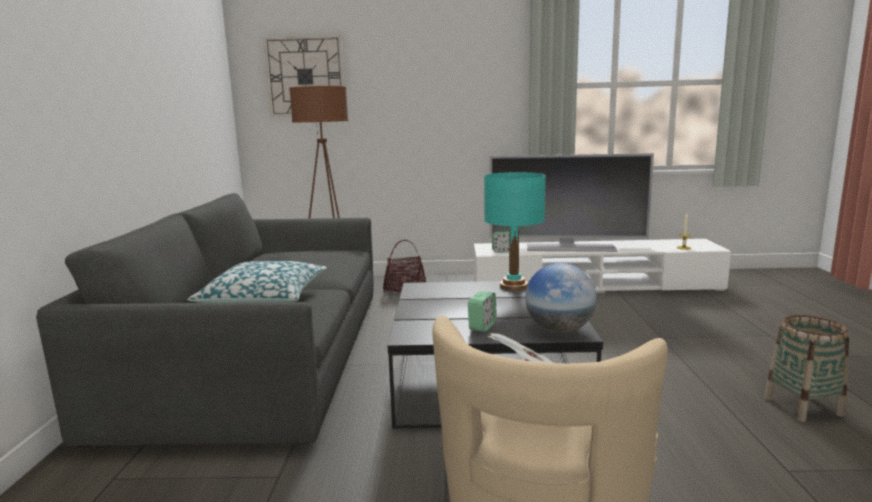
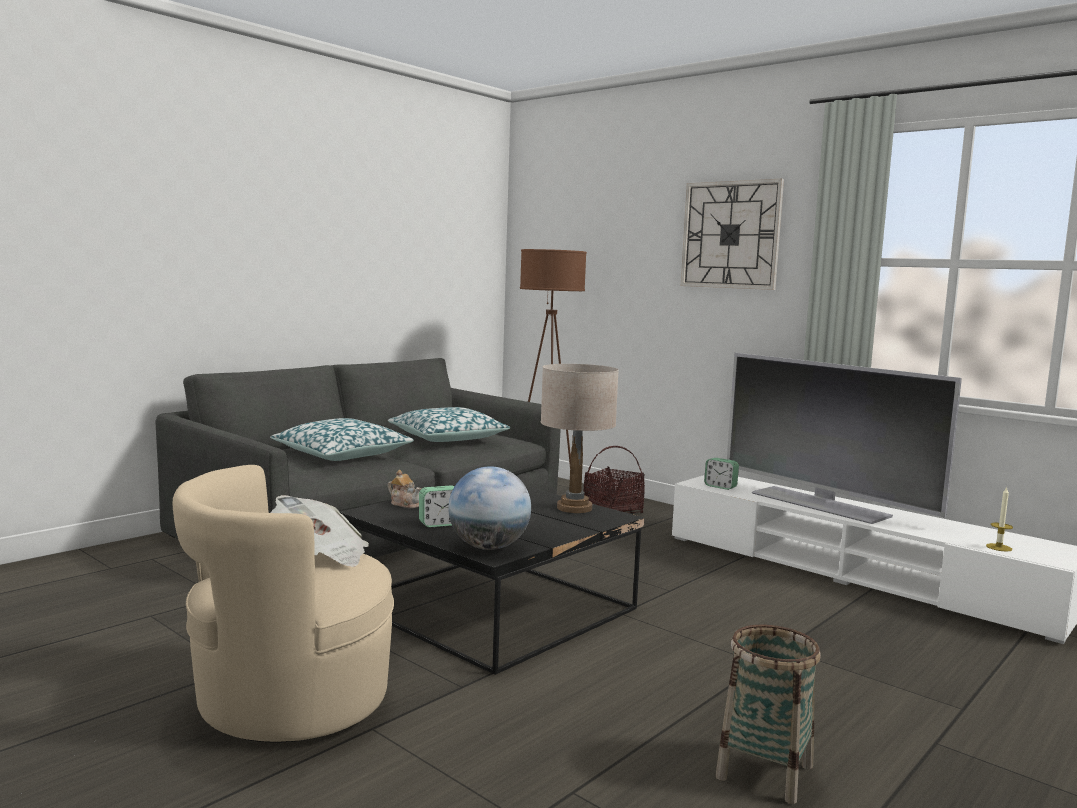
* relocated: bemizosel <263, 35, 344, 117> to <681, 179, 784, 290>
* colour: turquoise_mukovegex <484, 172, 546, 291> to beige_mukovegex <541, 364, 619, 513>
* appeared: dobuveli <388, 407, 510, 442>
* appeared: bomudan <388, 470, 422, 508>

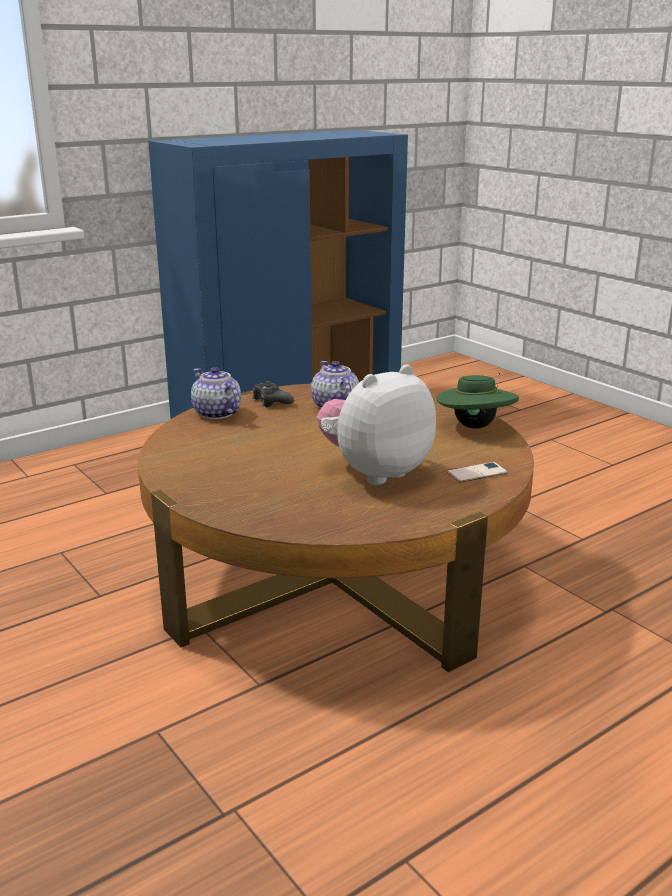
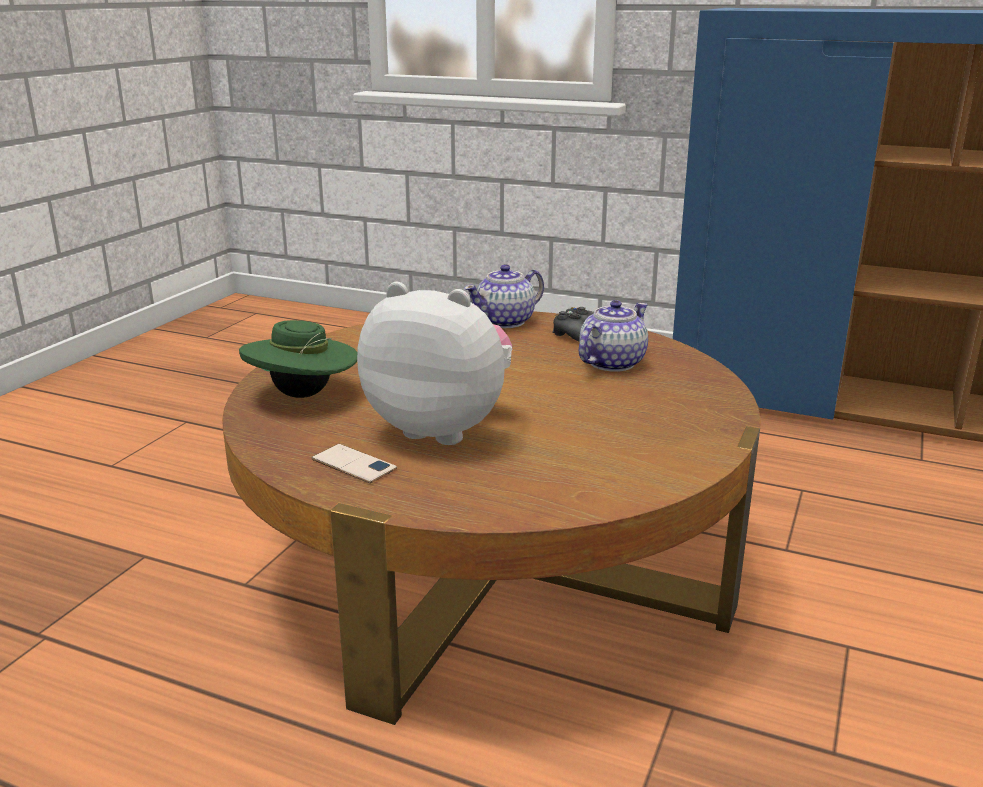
* spun: bomudan <191, 367, 241, 419> = <464, 264, 544, 328> 150 degrees counterclockwise
* relocated: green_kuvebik <436, 372, 519, 429> to <239, 320, 357, 398>
* relocated: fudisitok <447, 462, 508, 482> to <312, 444, 397, 483>

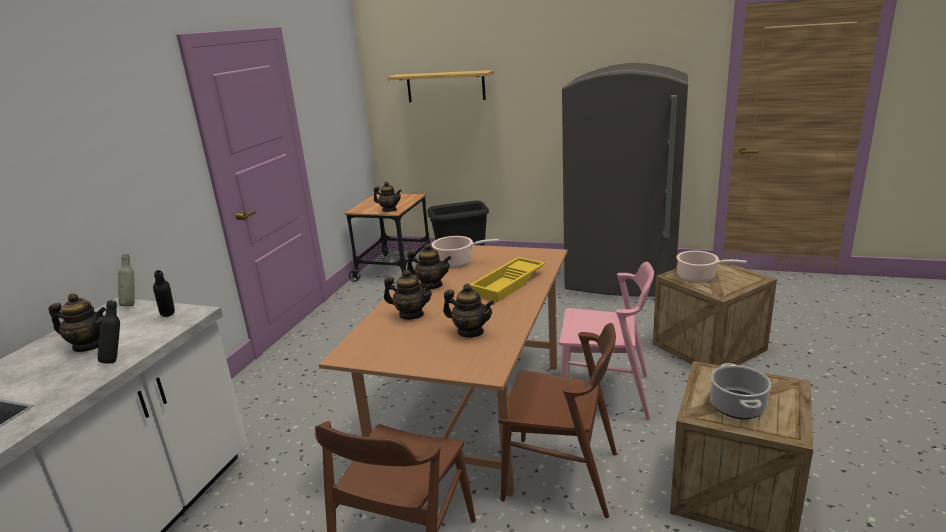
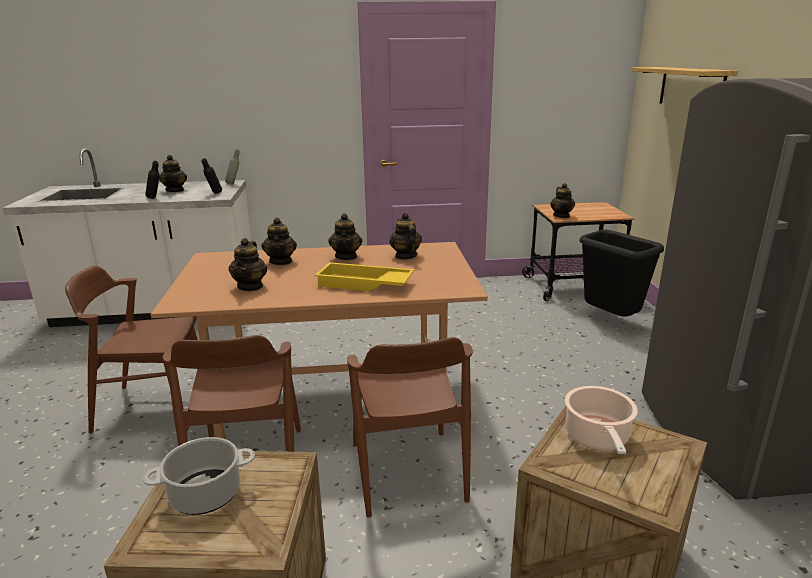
* exchanged: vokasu <431, 236, 499, 269> to bomudan <389, 213, 422, 259>
* colour: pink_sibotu <559, 262, 654, 420> to brown_sibotu <347, 337, 473, 518>

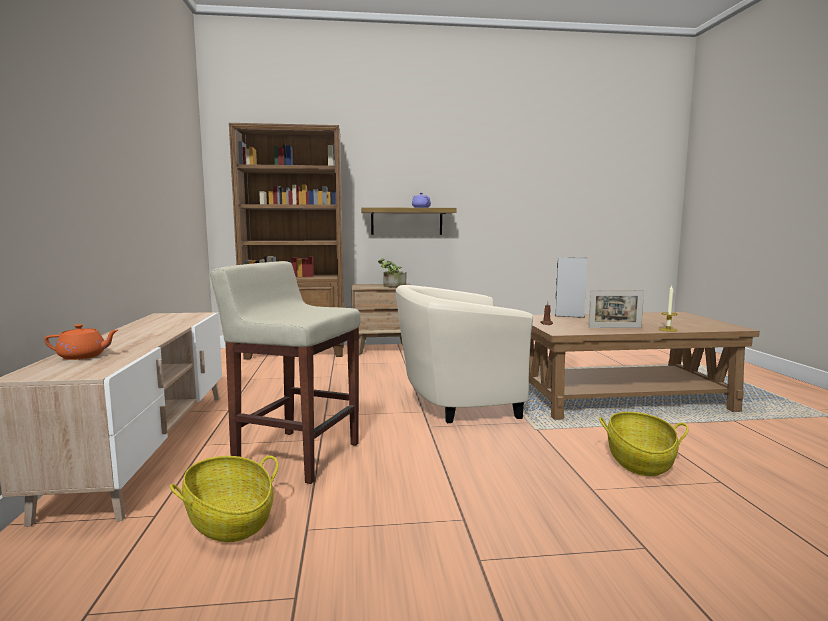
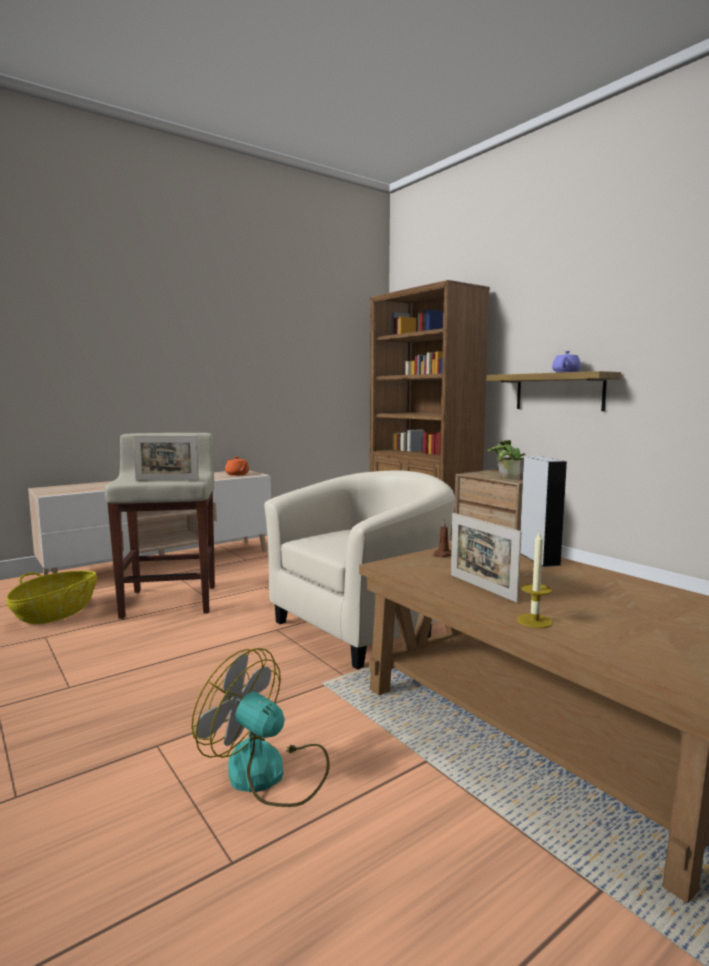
* spun: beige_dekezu <396, 285, 533, 423> = <264, 470, 455, 670> 90 degrees clockwise
* relocated: orange_bomudan <44, 324, 118, 360> to <225, 456, 249, 476>
* exchanged: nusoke <599, 412, 689, 476> to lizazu <191, 648, 330, 807>
* appeared: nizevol <133, 436, 199, 481>

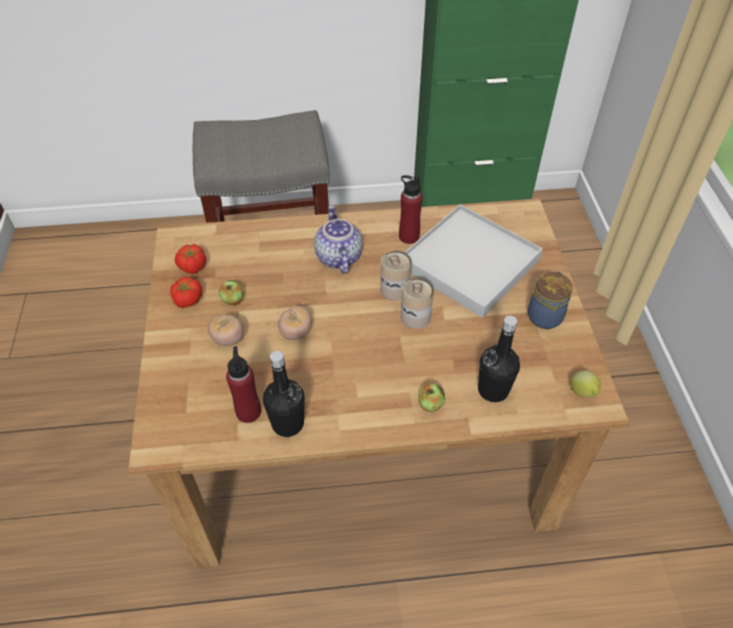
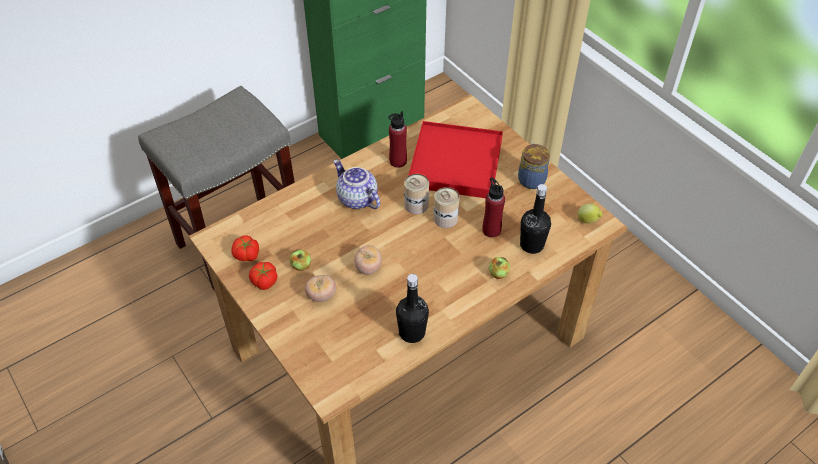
* colour: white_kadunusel <404, 204, 543, 318> to red_kadunusel <408, 121, 503, 198>
* relocated: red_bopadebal <226, 346, 261, 423> to <483, 177, 505, 238>

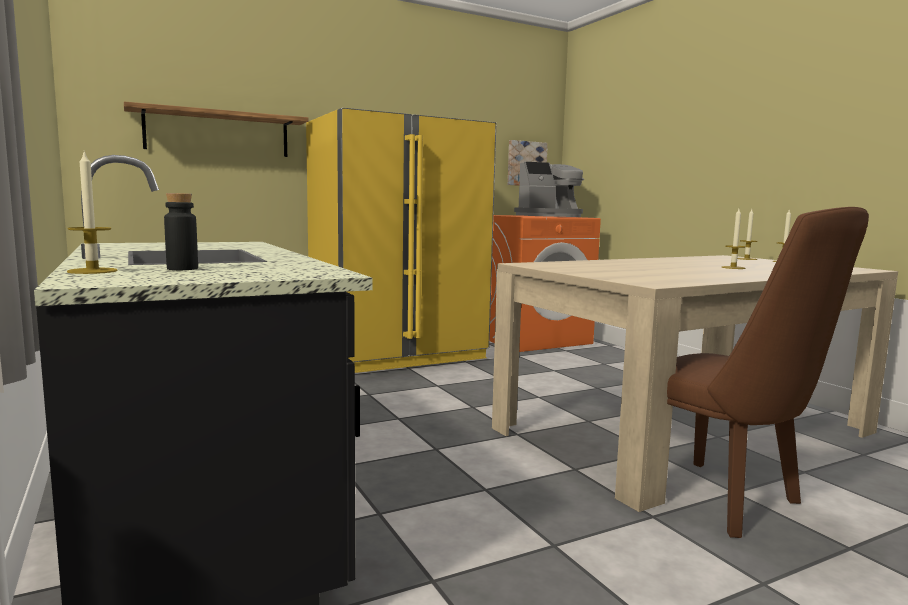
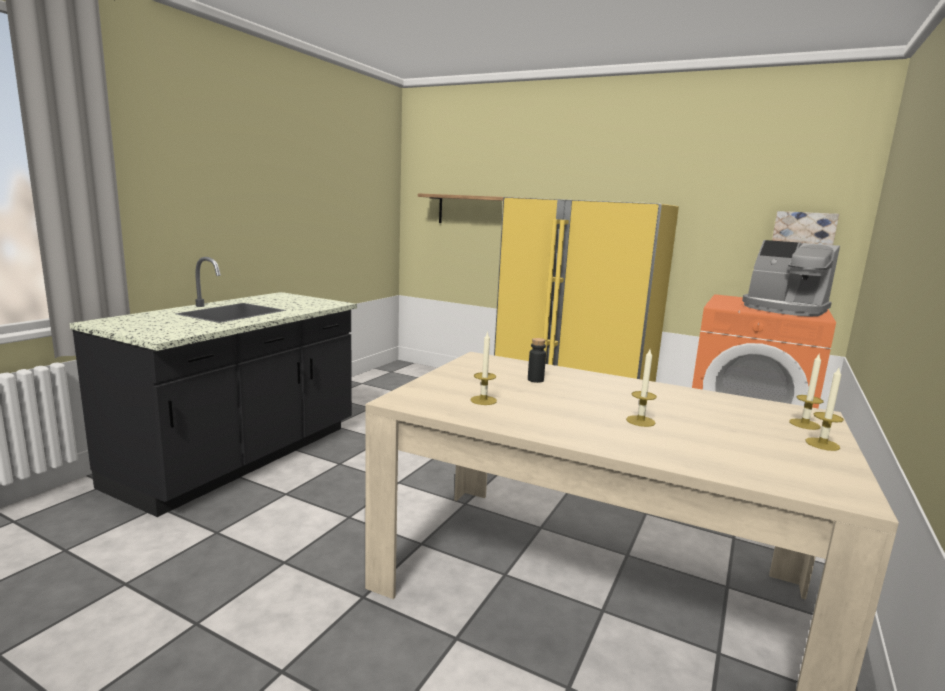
* relocated: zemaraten <67, 151, 118, 274> to <471, 331, 497, 405>
* relocated: black_bopadebal <164, 193, 198, 270> to <528, 338, 546, 383>
* missing: brown_sibotu <667, 207, 869, 538>

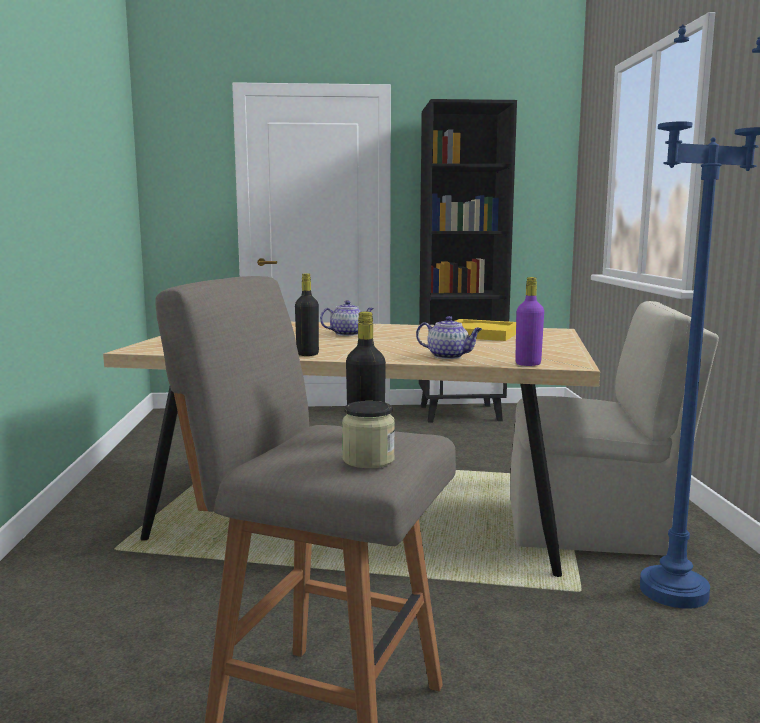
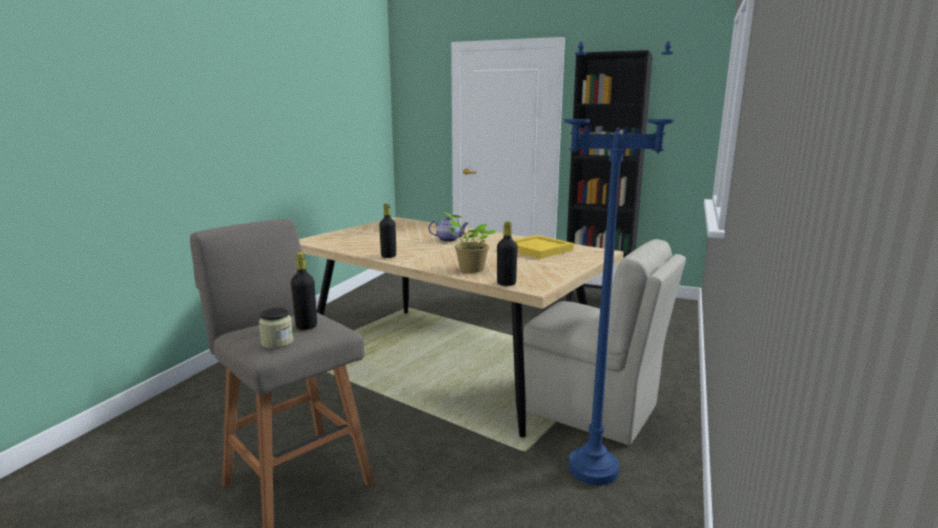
* colour: purple_bopadebal <515, 277, 544, 366> to black_bopadebal <497, 222, 518, 286>
* exchanged: bomudan <416, 316, 482, 359> to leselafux <444, 212, 496, 273>

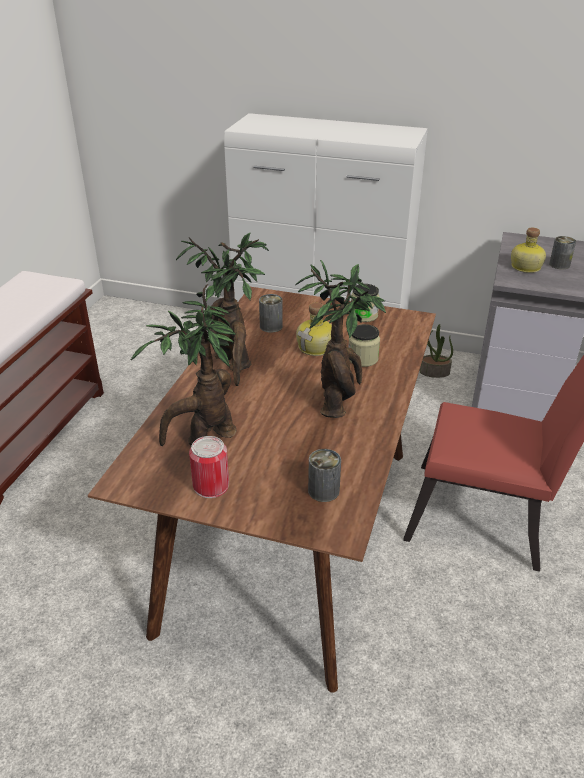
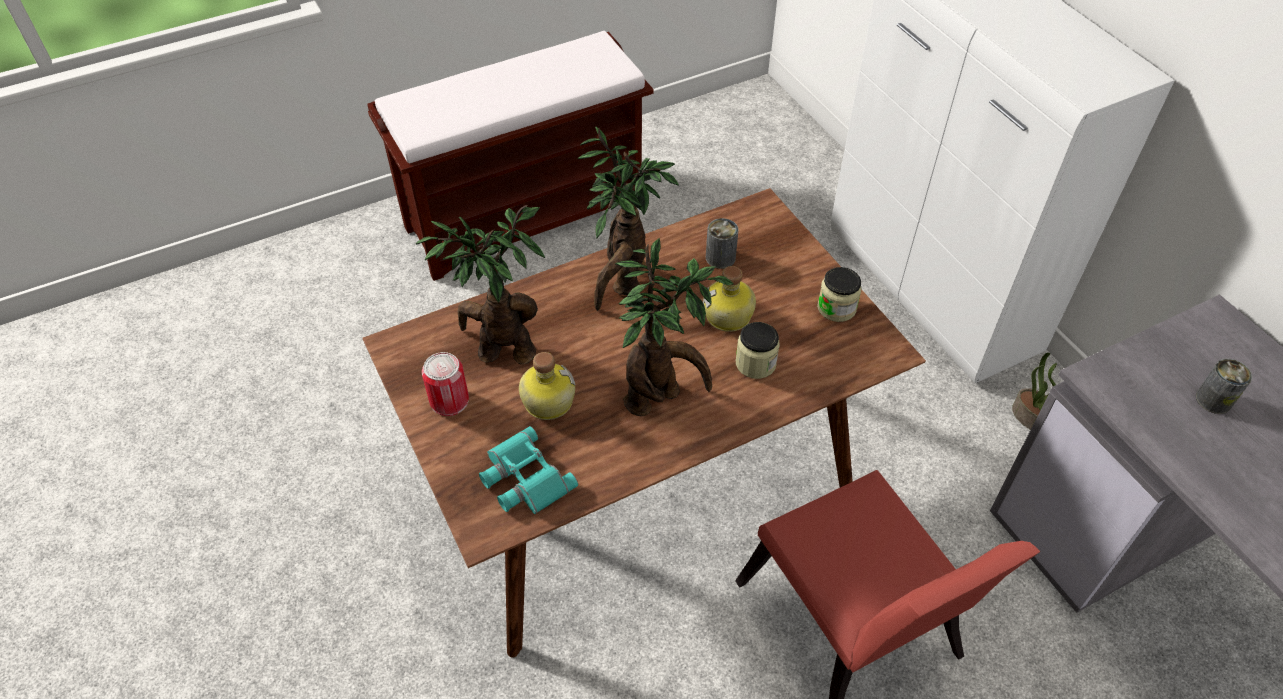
* relocated: bopadebal <511, 228, 546, 273> to <519, 352, 576, 420>
* exchanged: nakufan <308, 449, 341, 502> to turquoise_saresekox <479, 426, 578, 514>

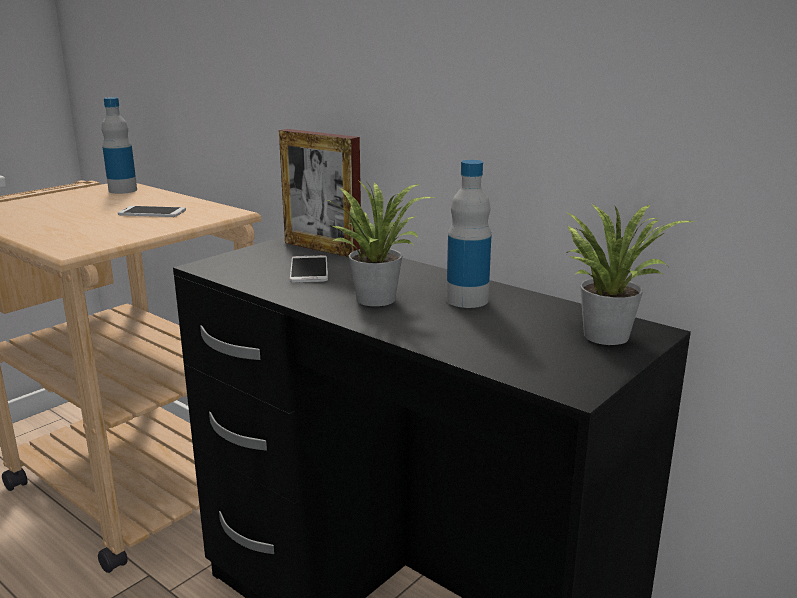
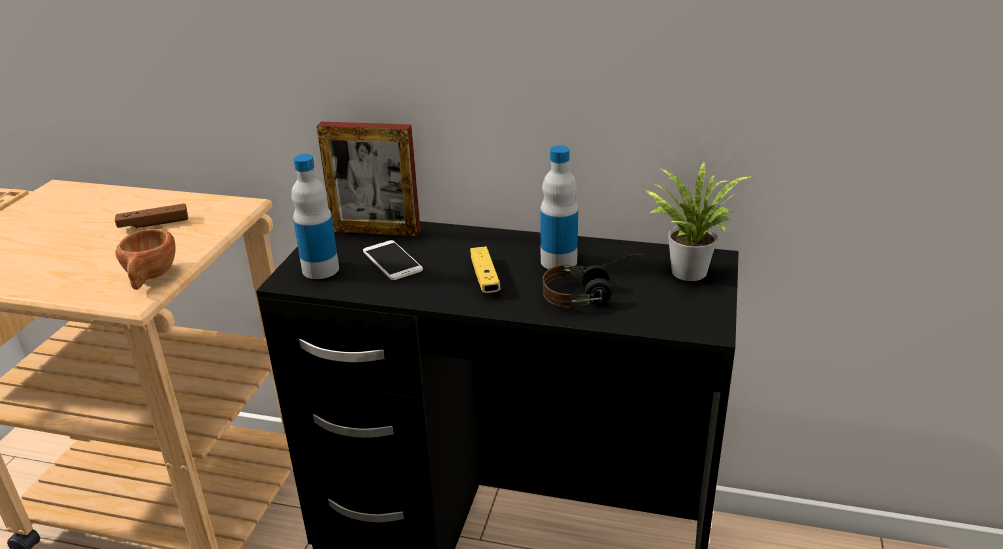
* relocated: bopadebal <102, 97, 137, 194> to <292, 154, 339, 279>
* exchanged: leselafux <327, 180, 437, 306> to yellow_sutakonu <470, 246, 501, 293>
* exchanged: fudisitok <118, 206, 186, 217> to brown_sutakonu <115, 203, 188, 228>
* appeared: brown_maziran <115, 229, 176, 290>
* appeared: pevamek <543, 254, 643, 308>

